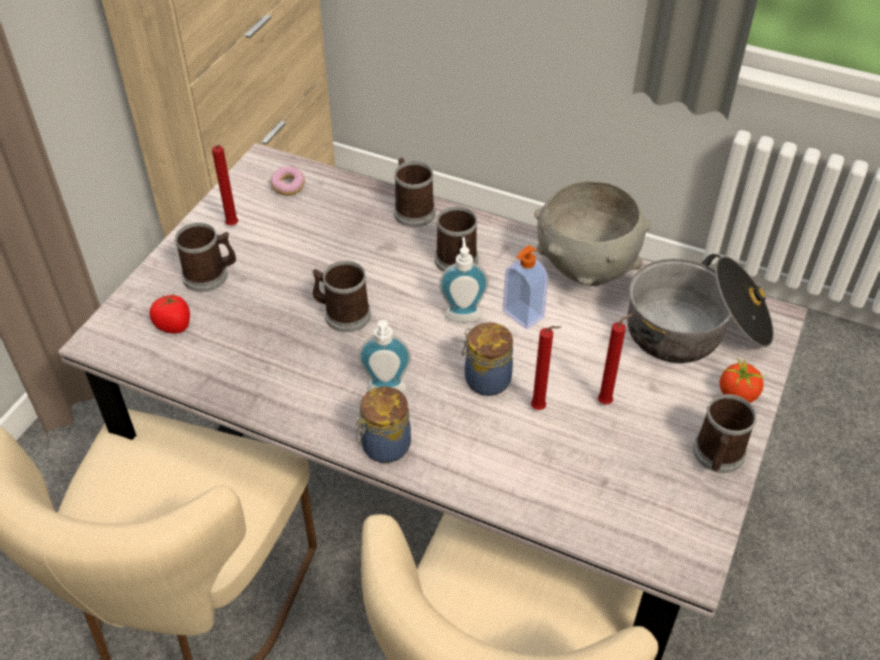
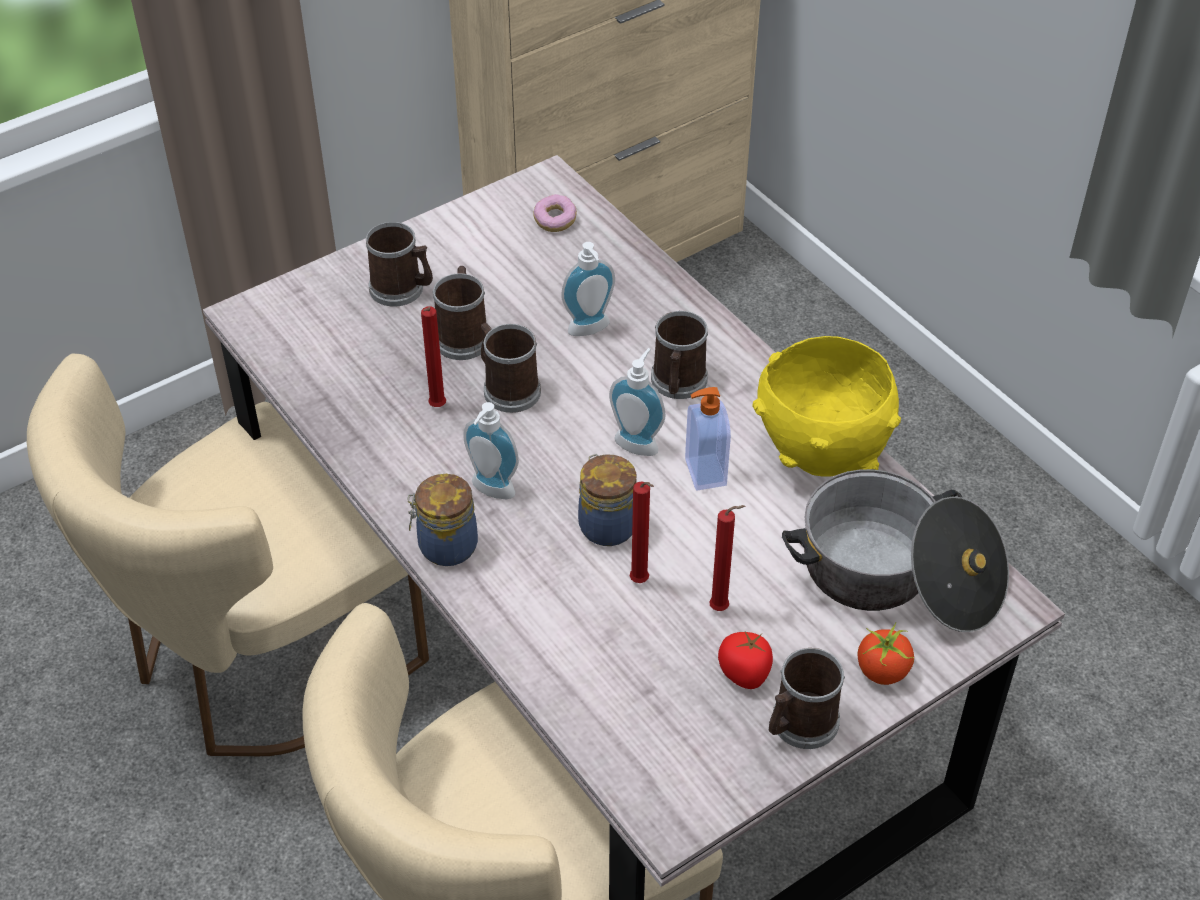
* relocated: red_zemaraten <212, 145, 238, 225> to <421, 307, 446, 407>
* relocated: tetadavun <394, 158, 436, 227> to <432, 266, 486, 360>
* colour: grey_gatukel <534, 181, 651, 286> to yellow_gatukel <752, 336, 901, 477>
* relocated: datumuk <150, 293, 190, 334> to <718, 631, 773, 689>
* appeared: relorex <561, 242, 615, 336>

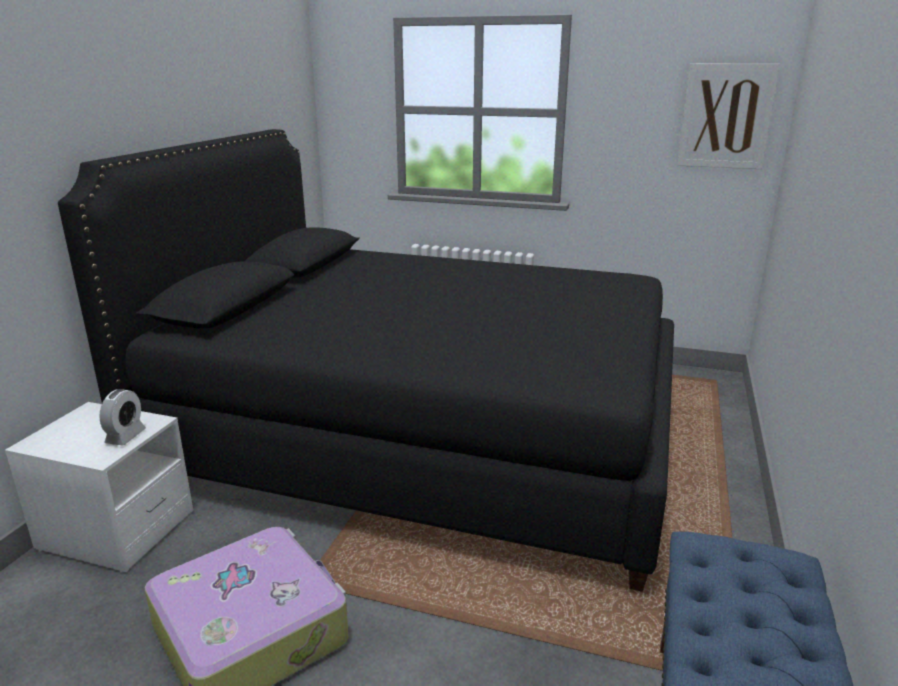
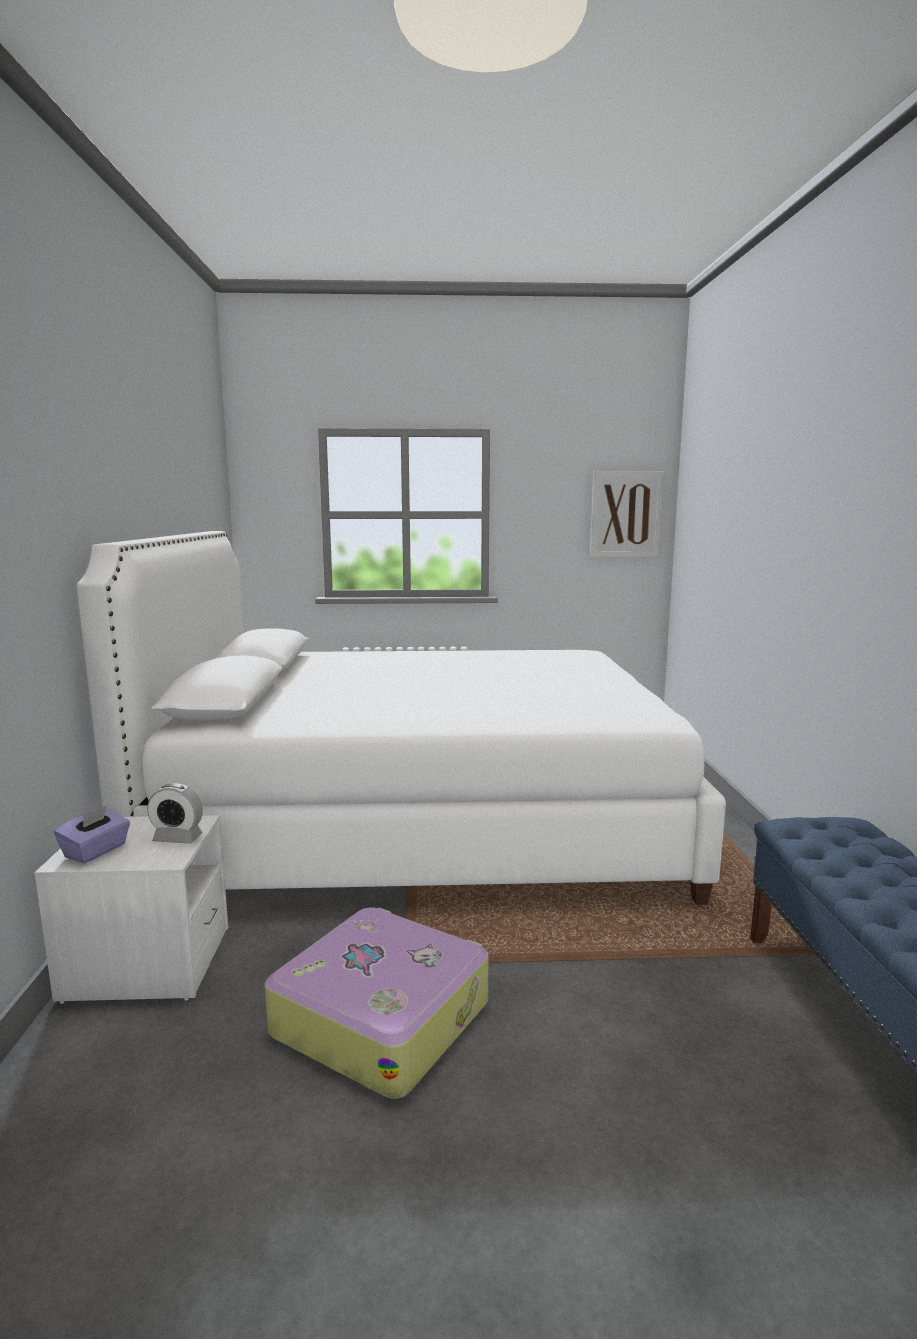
* colour: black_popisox <58, 129, 674, 592> to white_popisox <77, 531, 726, 905>
* spun: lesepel <99, 389, 146, 446> = <147, 783, 203, 844> 105 degrees clockwise
* appeared: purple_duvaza <54, 805, 130, 863>

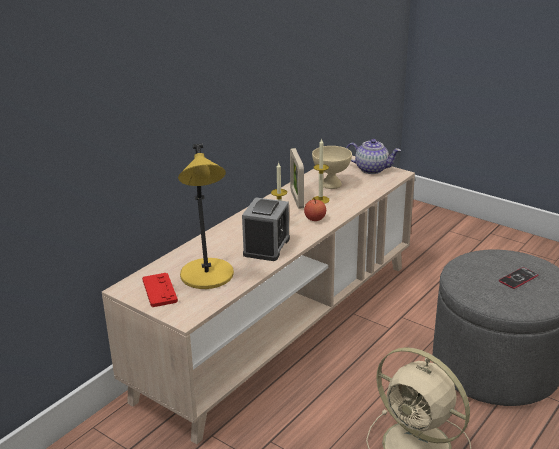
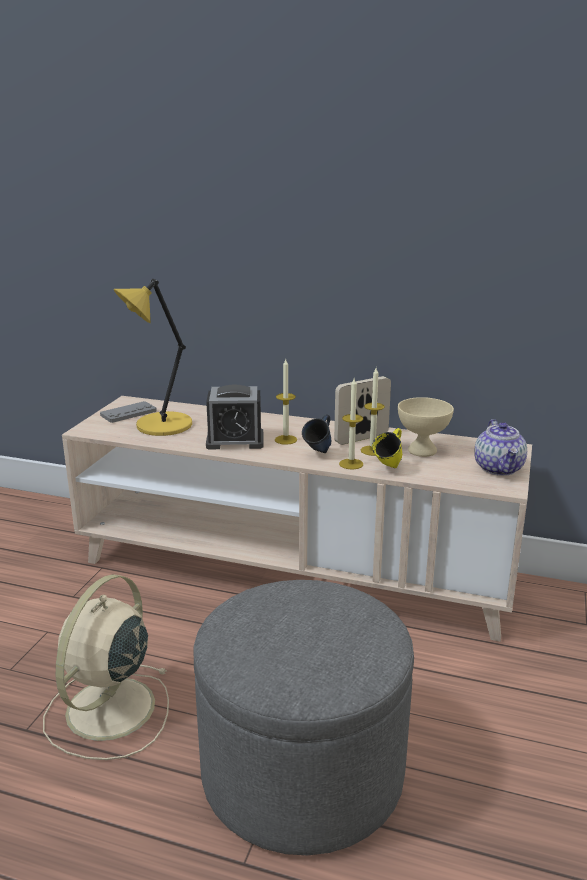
* exchanged: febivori <304, 198, 326, 221> to blue_tetadavun <302, 415, 331, 453>
* missing: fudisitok <499, 267, 538, 289>
* colour: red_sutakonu <142, 273, 178, 307> to grey_sutakonu <100, 401, 157, 423>
* appeared: zemaraten <339, 379, 363, 470>
* appeared: yellow_tetadavun <372, 428, 402, 468>

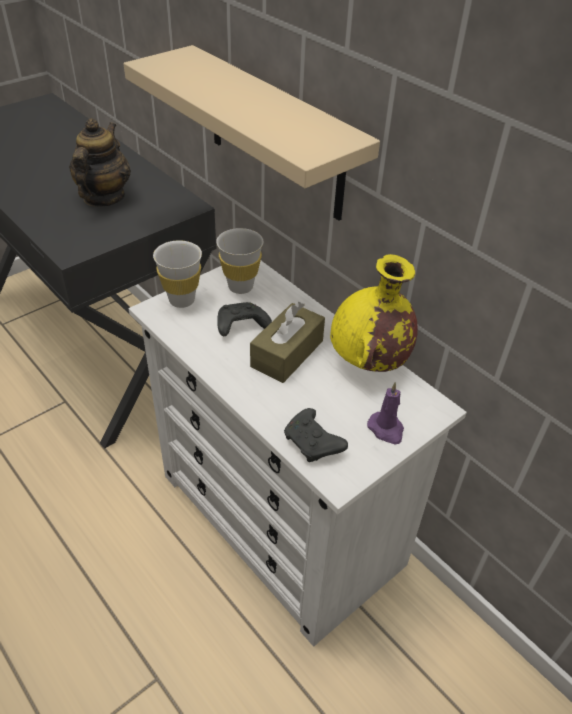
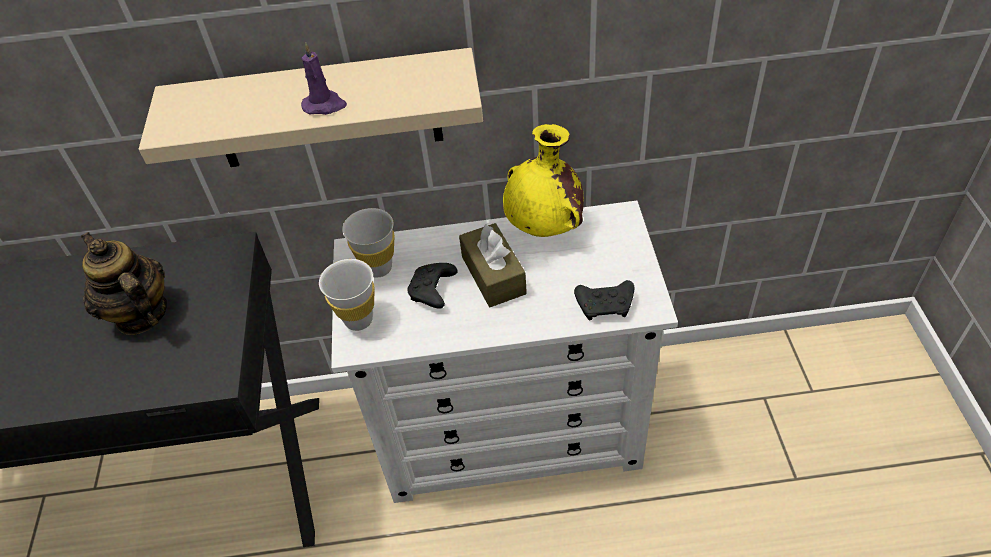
* relocated: purple_zemaraten <367, 382, 404, 444> to <301, 42, 347, 115>

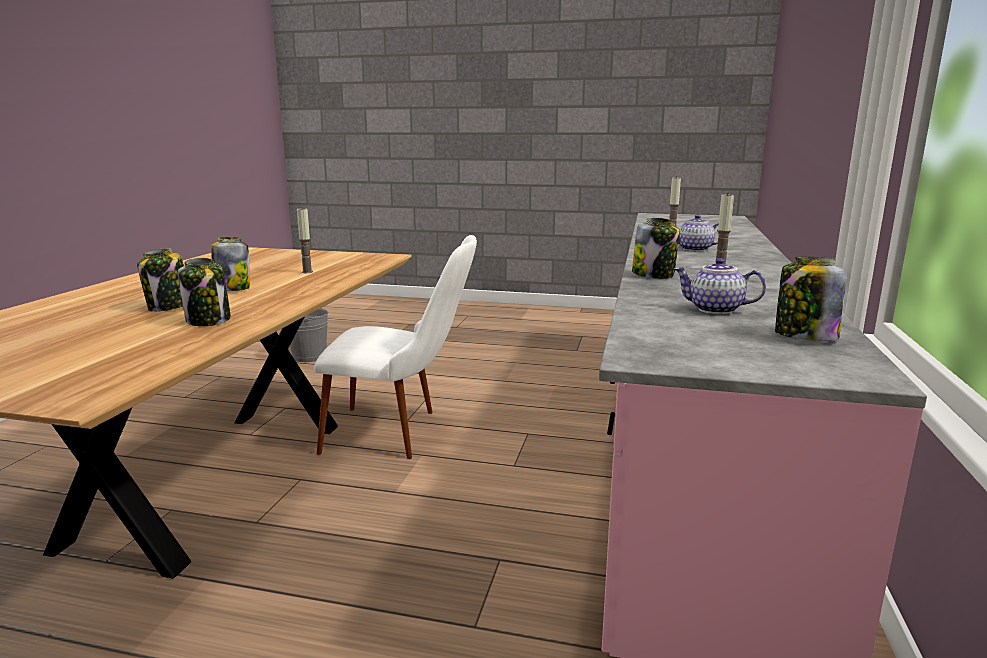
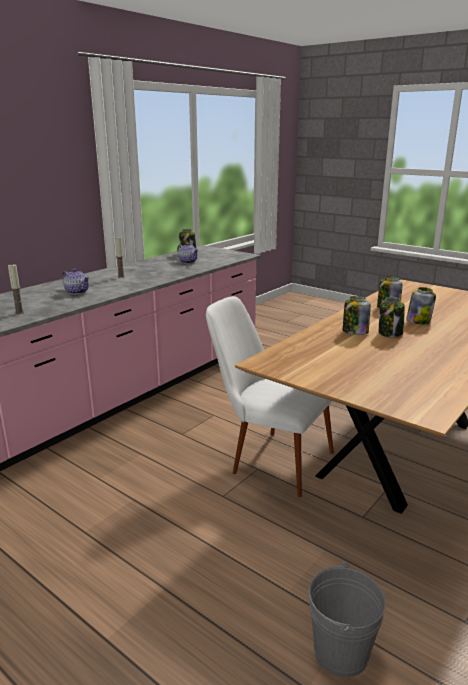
* missing: zemaraten <297, 208, 313, 273>
* relocated: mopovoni <632, 218, 680, 279> to <343, 296, 371, 335>

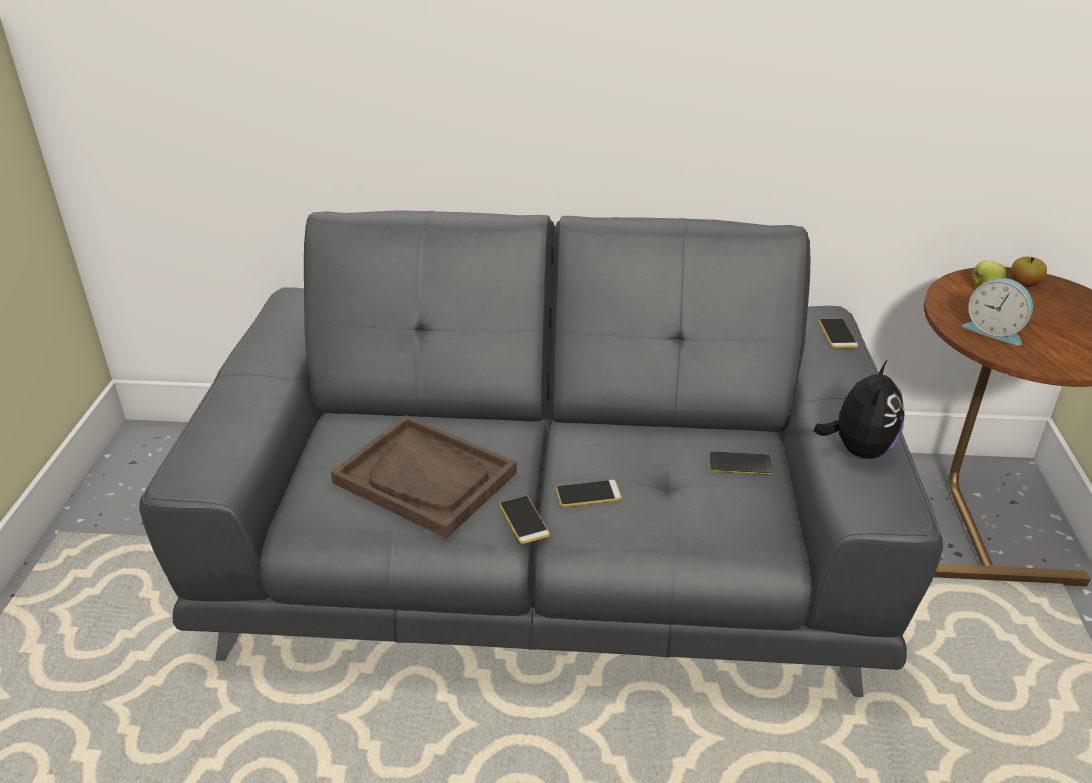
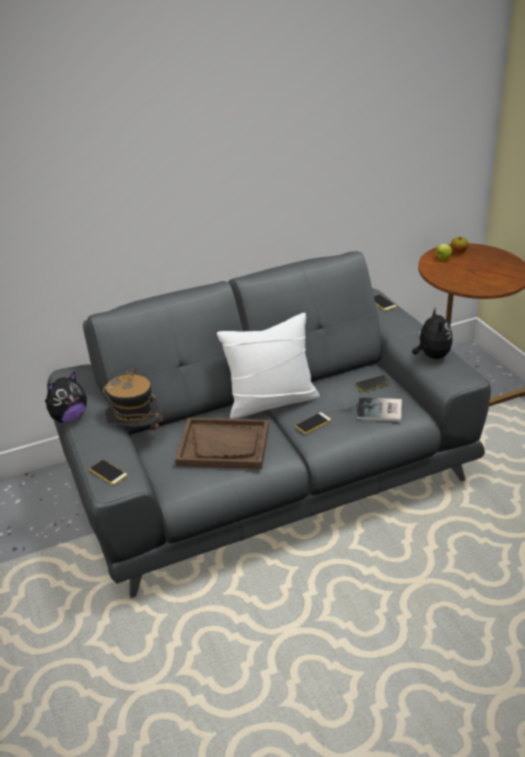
* missing: lesepel <962, 278, 1033, 346>
* relocated: fudisitok <499, 496, 550, 544> to <89, 460, 127, 485>
* appeared: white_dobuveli <217, 313, 320, 419>
* appeared: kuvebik <103, 368, 165, 431>
* appeared: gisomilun <45, 371, 87, 423>
* appeared: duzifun <357, 397, 402, 422>

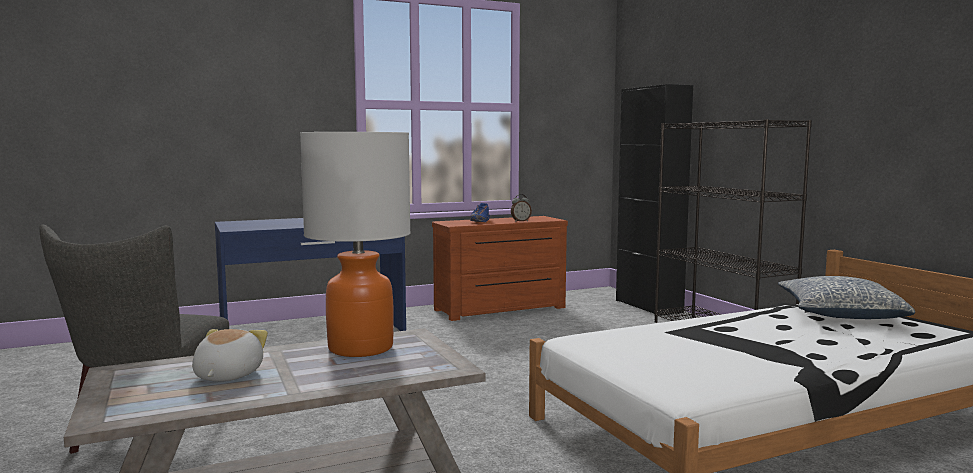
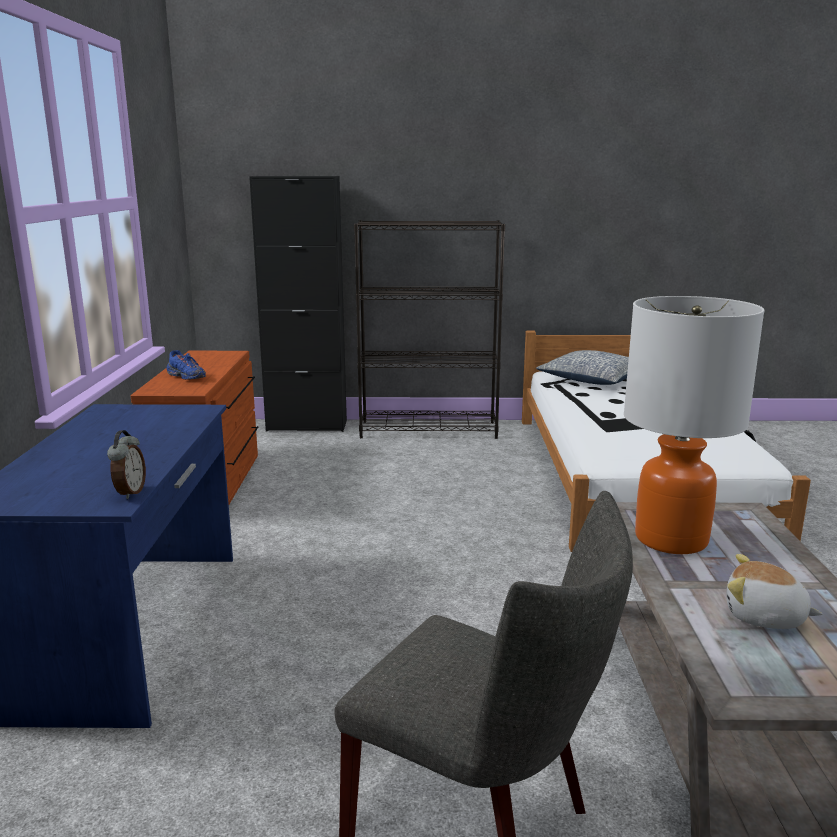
* relocated: lesepel <511, 194, 532, 222> to <107, 430, 146, 499>

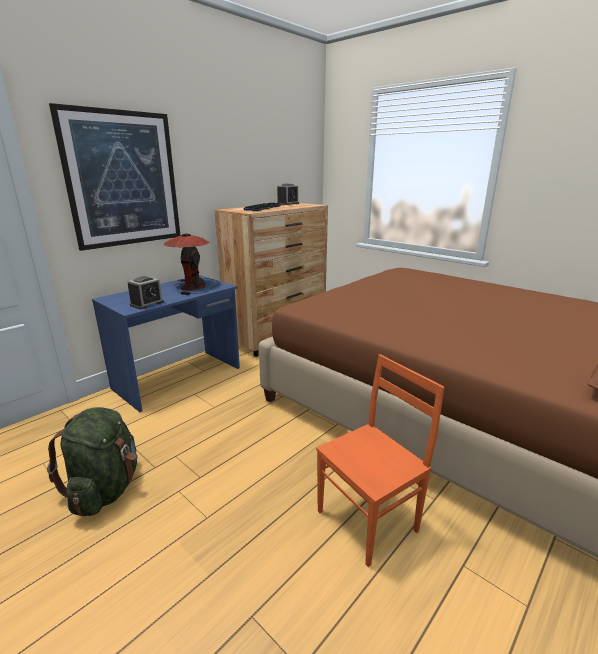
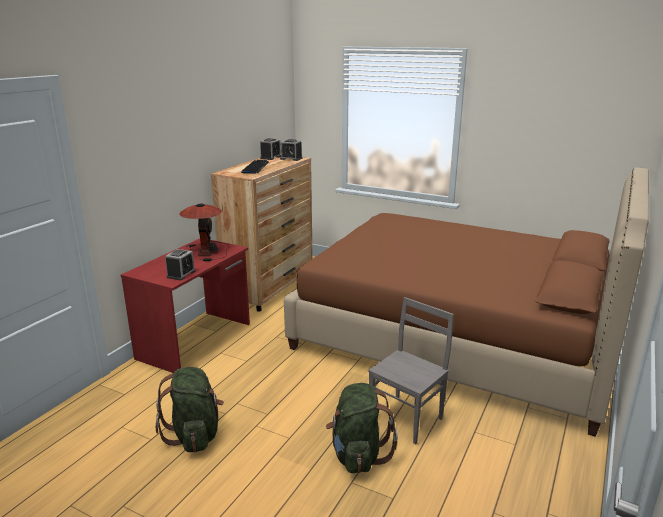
* missing: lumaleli <49, 103, 181, 251>
* colour: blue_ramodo <92, 275, 240, 412> to red_ramodo <121, 238, 250, 373>
* colour: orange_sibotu <316, 354, 445, 567> to grey_sibotu <368, 297, 454, 444>
* appeared: lesepel <280, 139, 303, 161>
* appeared: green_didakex <326, 383, 398, 473>

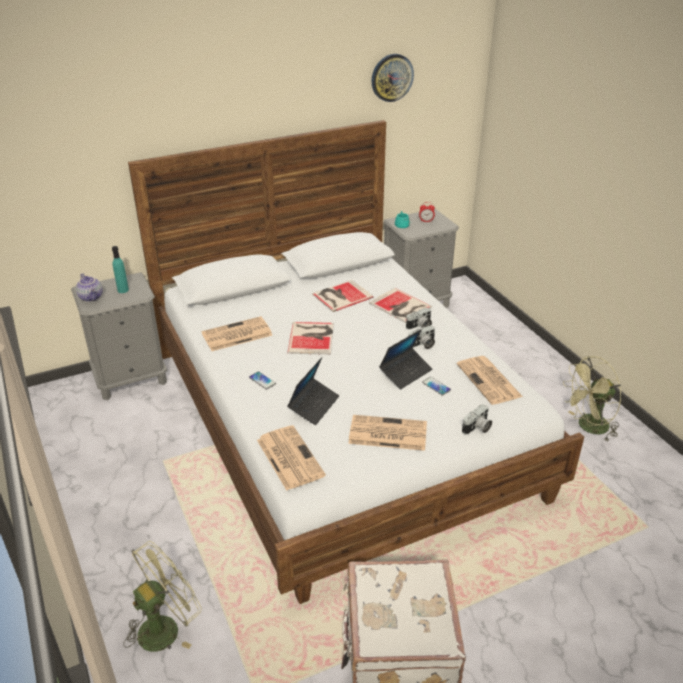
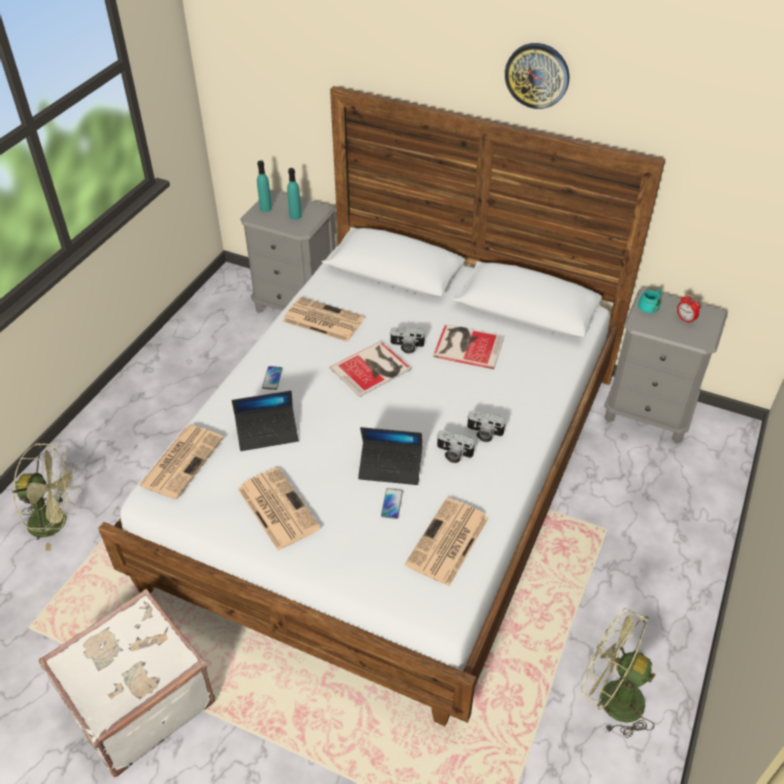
* relocated: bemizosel <372, 54, 414, 102> to <505, 43, 569, 109>
* exchanged: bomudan <76, 273, 103, 302> to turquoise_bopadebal <257, 160, 272, 212>
* missing: duzifun <369, 288, 432, 323>
* relocated: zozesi <462, 404, 492, 434> to <389, 327, 426, 354>

